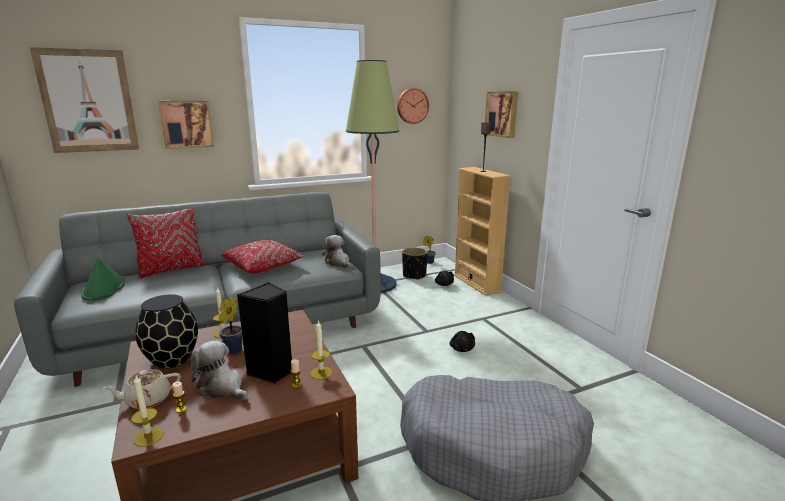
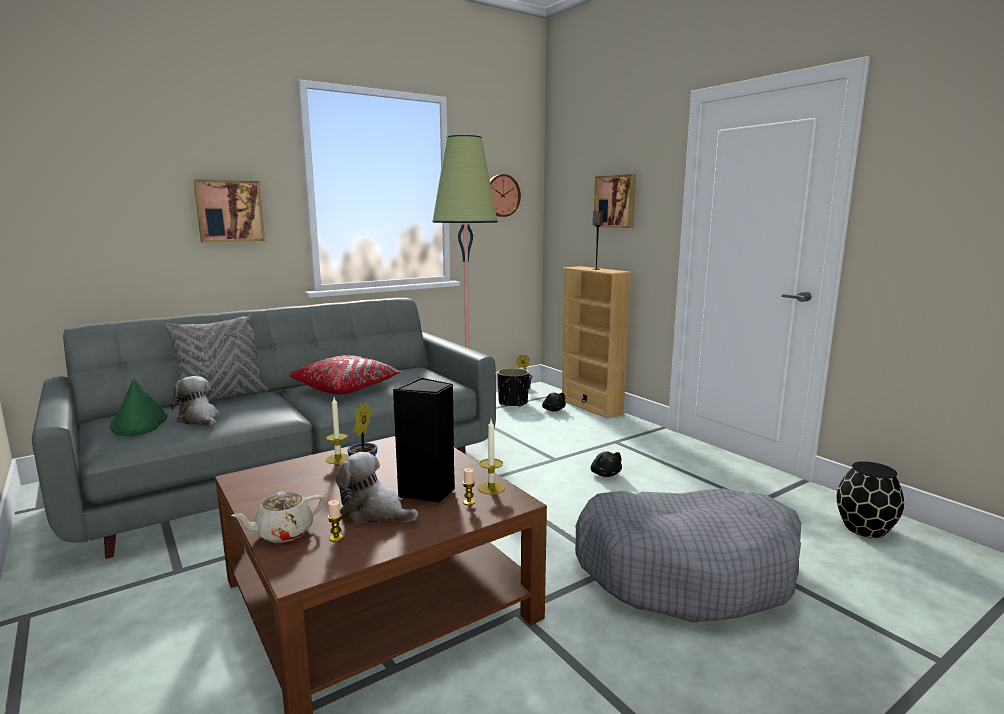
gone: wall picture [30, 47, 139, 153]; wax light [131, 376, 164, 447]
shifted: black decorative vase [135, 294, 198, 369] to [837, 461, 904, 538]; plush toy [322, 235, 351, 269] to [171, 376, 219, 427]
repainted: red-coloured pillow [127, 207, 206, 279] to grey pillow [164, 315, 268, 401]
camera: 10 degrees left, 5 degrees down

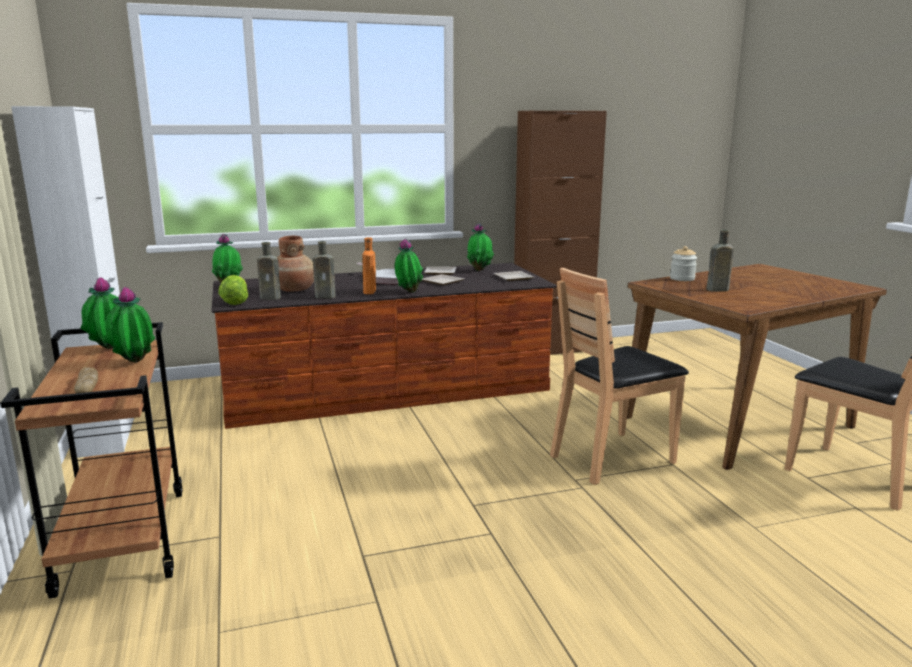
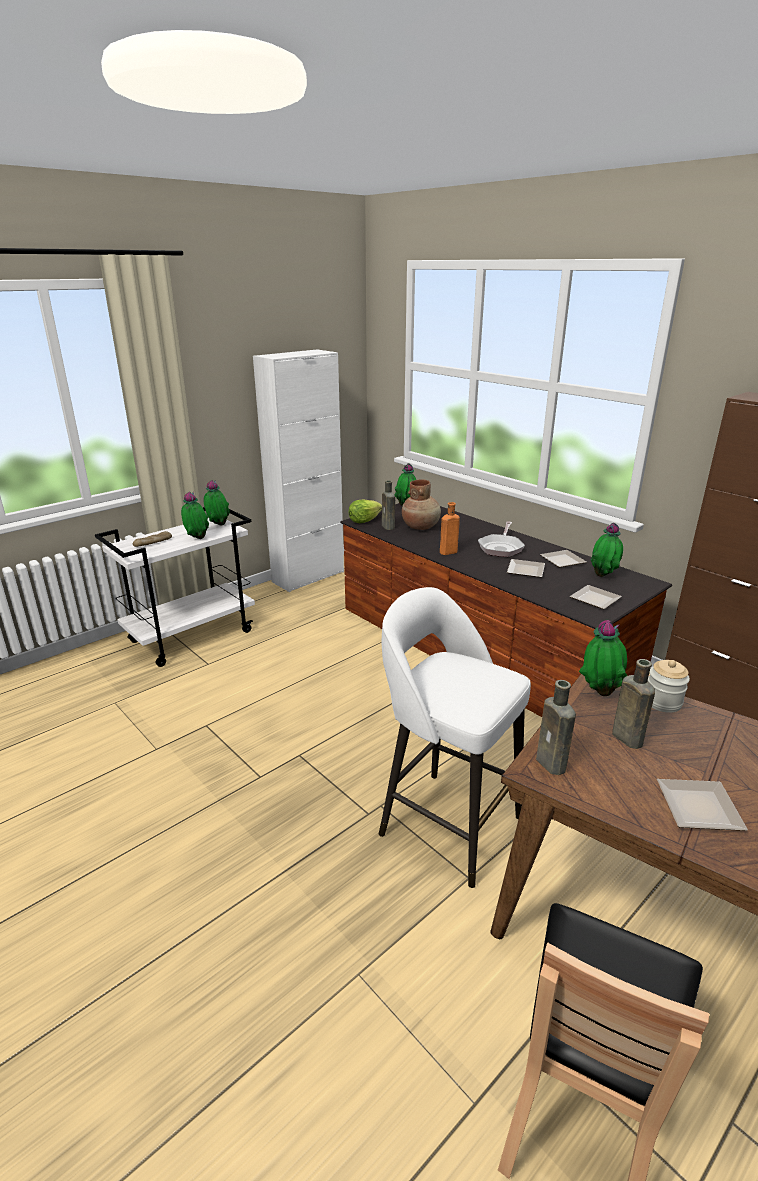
new: dinner plate [657, 779, 748, 831]
shifted: brownish drink bottle [313, 241, 336, 298] to [536, 680, 576, 775]; plant in a pot [395, 239, 423, 293] to [579, 620, 627, 696]
swapped: brownish plain chair [550, 267, 689, 485] to whitish sitting stool [379, 587, 531, 888]
repainted: brownish trolley [0, 322, 183, 599] to whitish trolley [95, 507, 255, 667]
camera: 65 degrees right, 10 degrees up

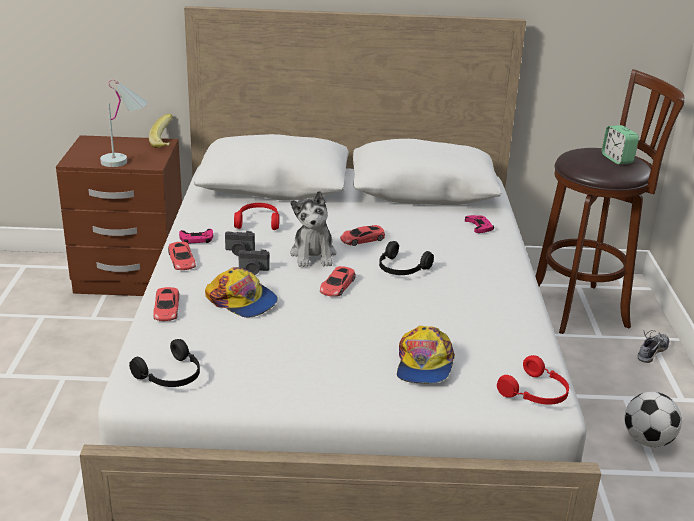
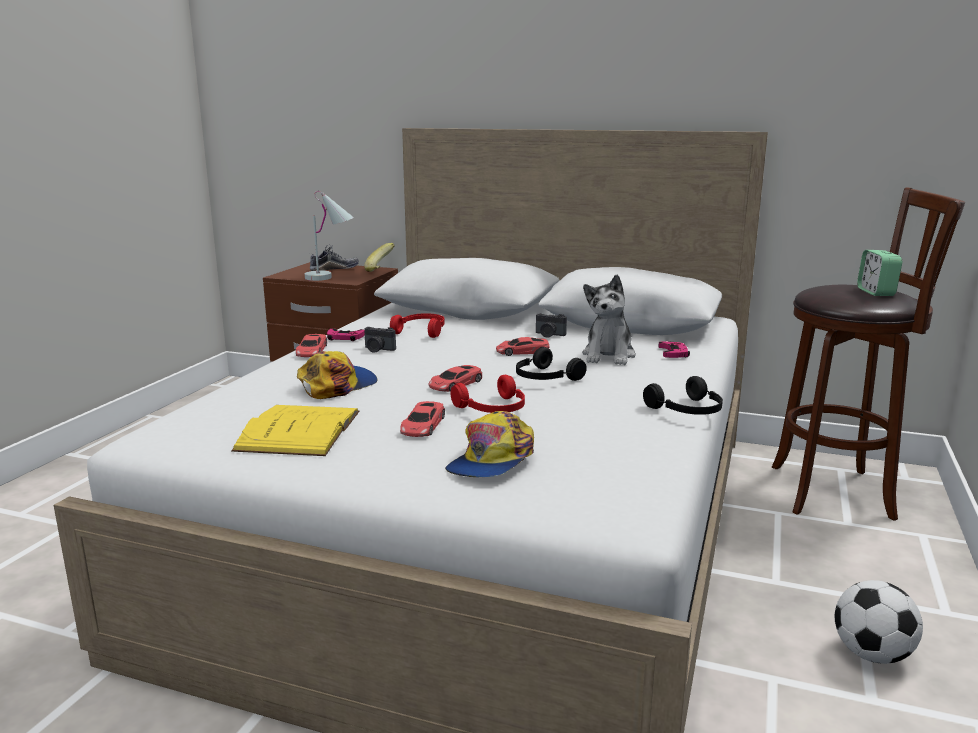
new: yellowish book [231, 405, 360, 456]
shifted: black headphones [129, 339, 200, 387] to [643, 376, 723, 415]; red-coloured model car [153, 287, 179, 321] to [400, 401, 445, 437]; still camera [238, 249, 270, 275] to [536, 313, 567, 338]; plush toy [290, 191, 336, 267] to [582, 274, 636, 365]; red-coloured headphones [497, 355, 569, 405] to [451, 375, 525, 413]; shoe [638, 330, 669, 363] to [309, 244, 359, 271]
rotated: baseball cap [205, 267, 278, 318] = [297, 351, 378, 399] 105 degrees counterclockwise
camera: 20 degrees right, 10 degrees down

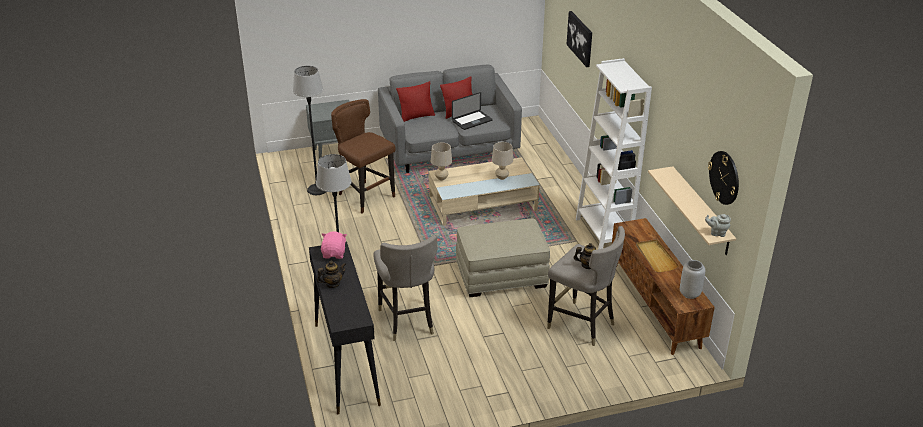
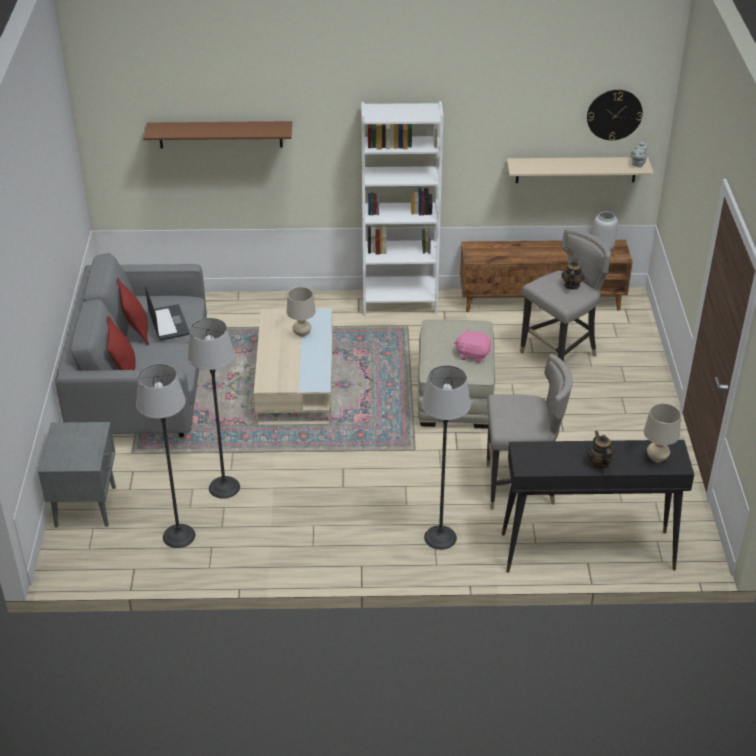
gone: beige carrying tray [636, 239, 679, 272]
shifted: pinkish plush toy [321, 231, 347, 259] to [454, 329, 491, 363]; beige tabletop lamp [431, 142, 452, 180] to [644, 403, 681, 462]
swapped: brownish sitting stool [331, 99, 396, 213] to standing lamp [187, 318, 240, 499]; wall picture [566, 11, 592, 67] to brownish bracket shelf [143, 121, 292, 149]
camera: 75 degrees left, 5 degrees up

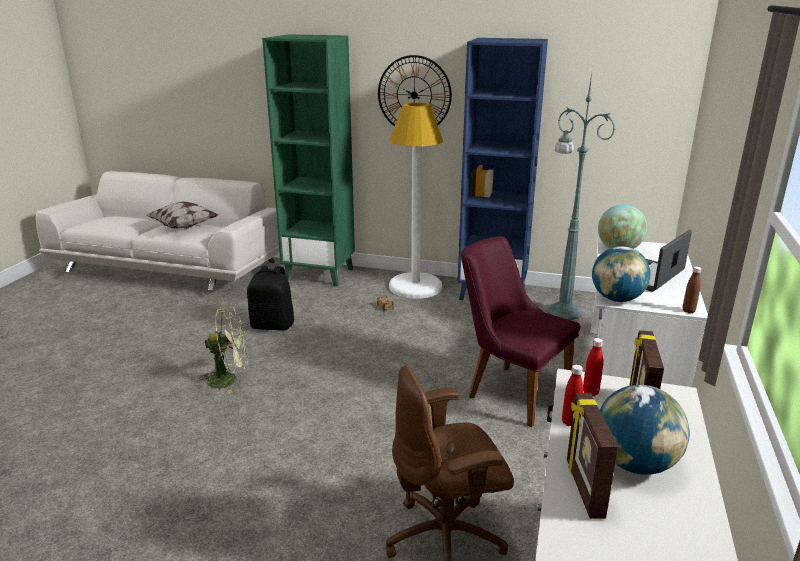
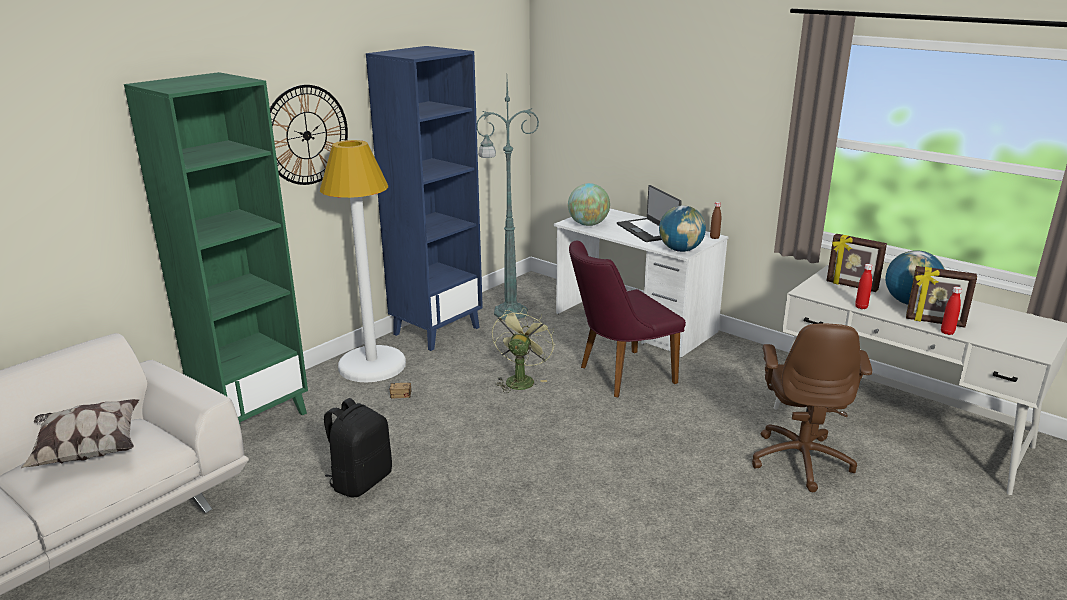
shifted: greenish fan [199, 307, 248, 394] to [492, 307, 555, 393]; red-coloured drink bottle [583, 338, 603, 396] to [941, 287, 962, 335]
camera: 65 degrees left, 0 degrees up

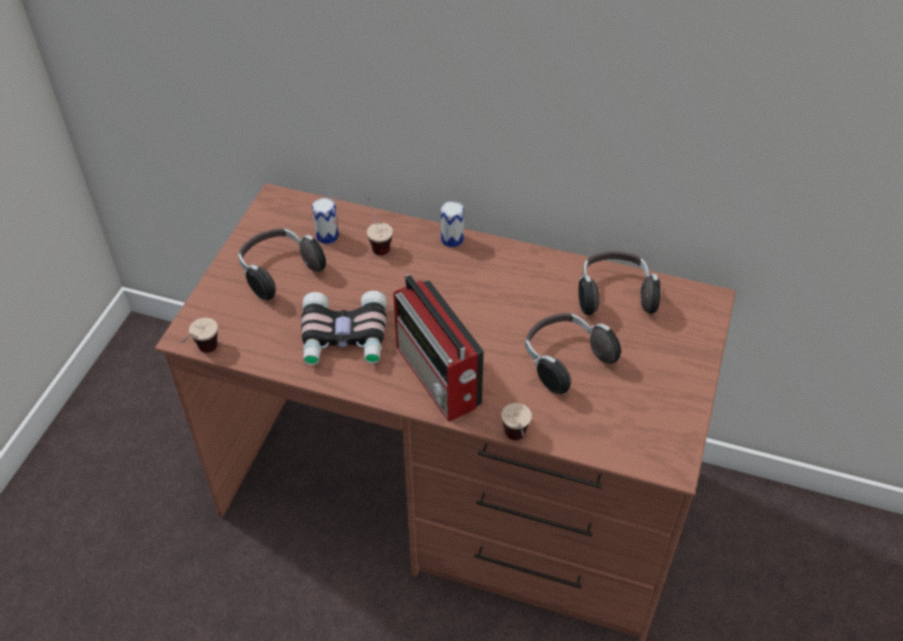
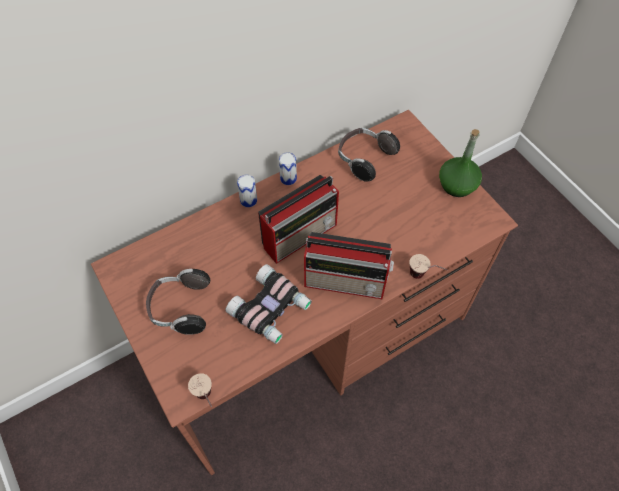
gone: small cup [367, 197, 393, 255]; headphones [525, 313, 621, 394]
new: radio receiver [258, 175, 339, 264]; greenish drink bottle [439, 129, 482, 197]
shifted: metal can [312, 198, 339, 244] to [279, 152, 297, 185]
camera: 50 degrees left, 10 degrees up

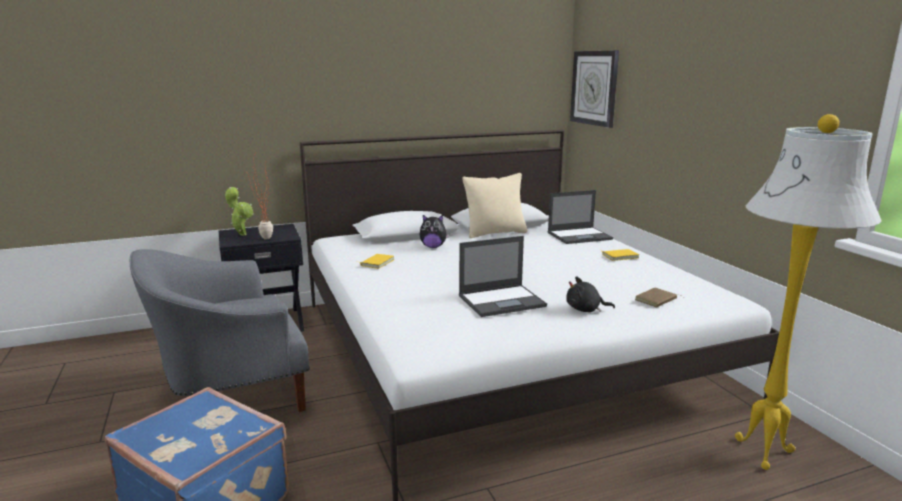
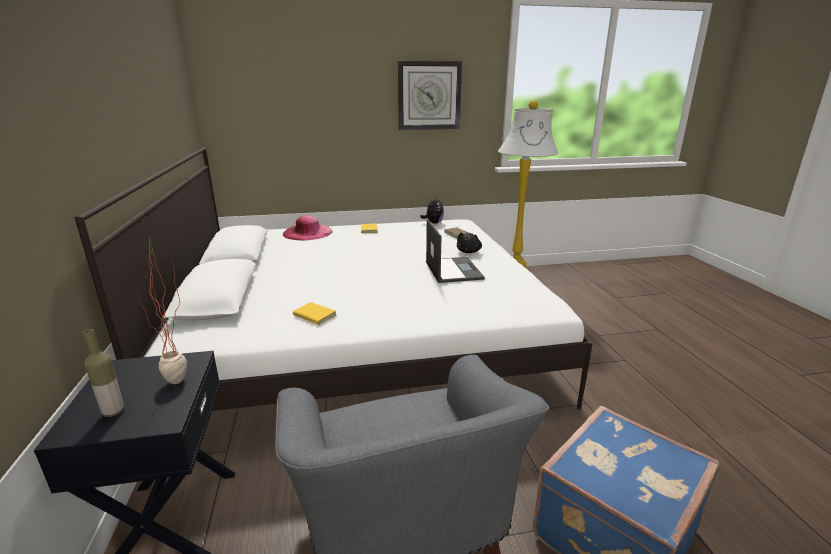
gone: beige pillow [462, 173, 527, 238]
shifted: plush toy [420, 215, 449, 248] to [420, 196, 444, 224]; clock on the wall [570, 51, 619, 128] to [398, 61, 462, 130]
swapped: plant in a pot [225, 187, 254, 236] to drink bottle [83, 329, 124, 417]; laptop [548, 190, 613, 244] to pinkish hat [283, 215, 333, 240]
camera: 80 degrees left, 5 degrees up

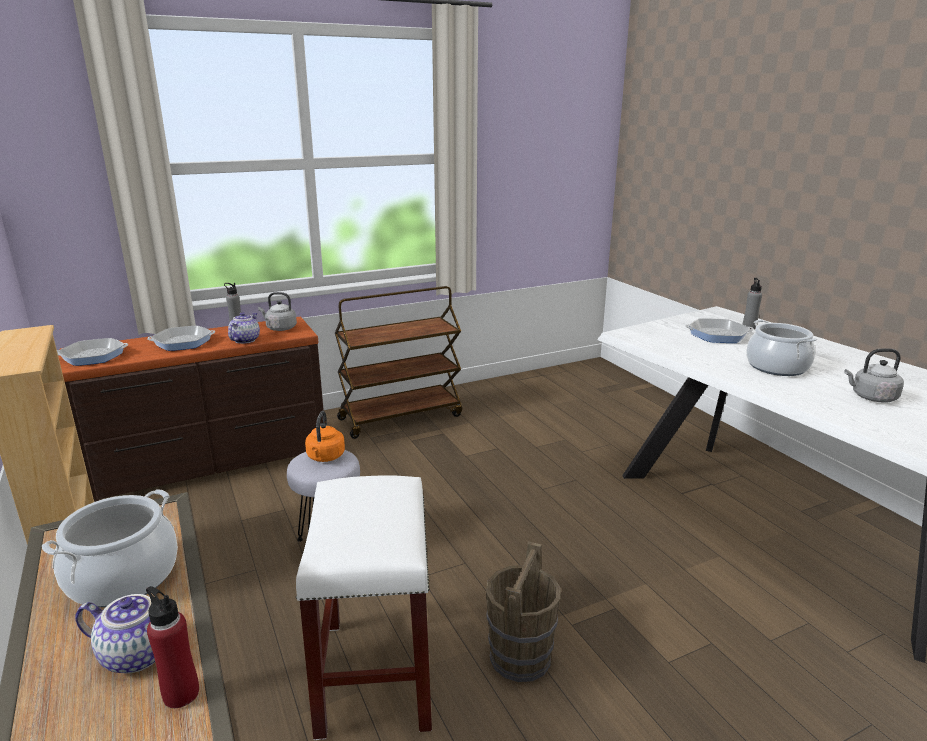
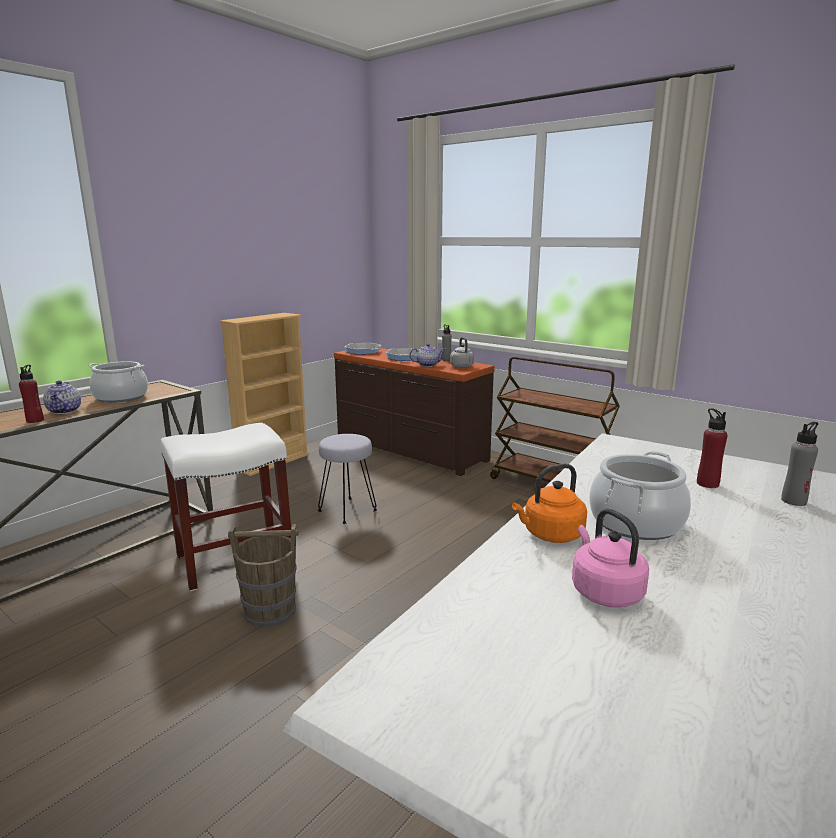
shifted: orangey kettle [305, 411, 345, 462] to [512, 464, 587, 543]
swapped: frying pan [685, 318, 754, 343] to red-coloured drink bottle [697, 408, 727, 488]
repainted: grey kettle [844, 348, 904, 403] to pinkish kettle [572, 508, 649, 608]
camera: 65 degrees right, 5 degrees down

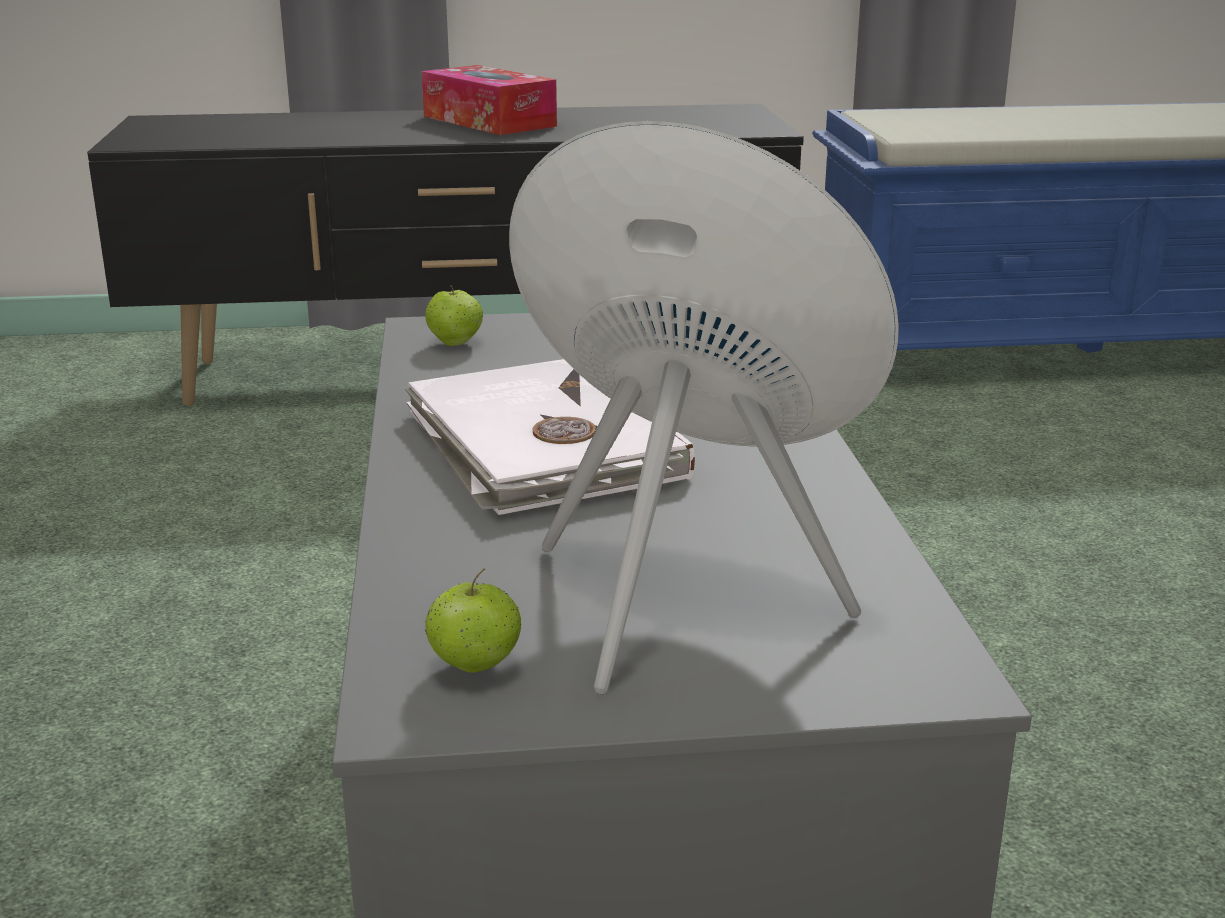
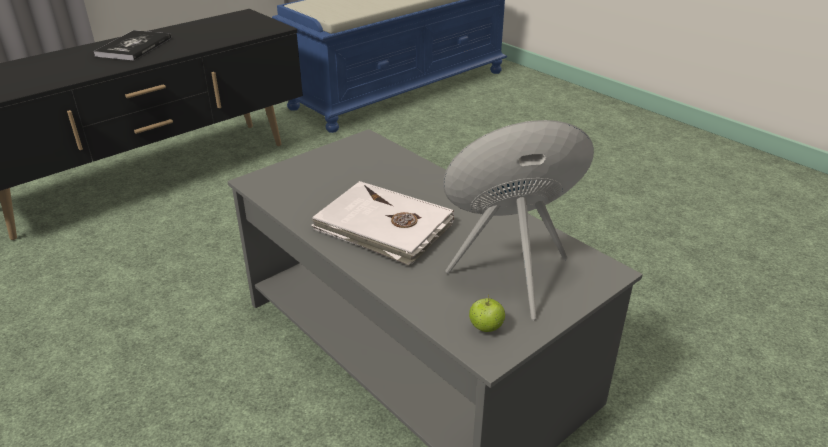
gone: apple fruit [425, 285, 483, 346]
swapped: tissue holder [422, 65, 557, 135] to book [94, 30, 171, 61]
camera: 35 degrees left, 10 degrees up

